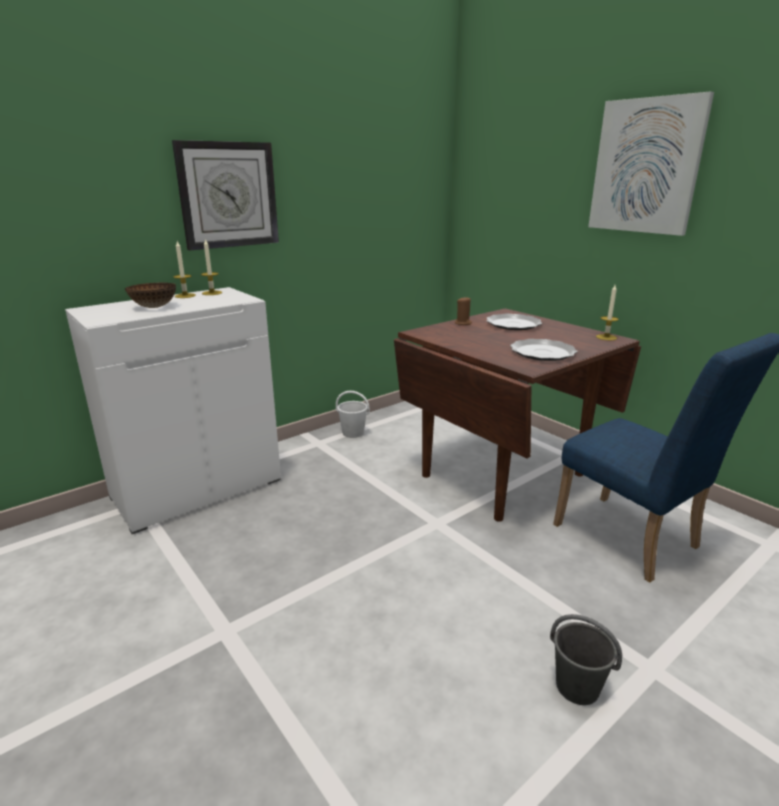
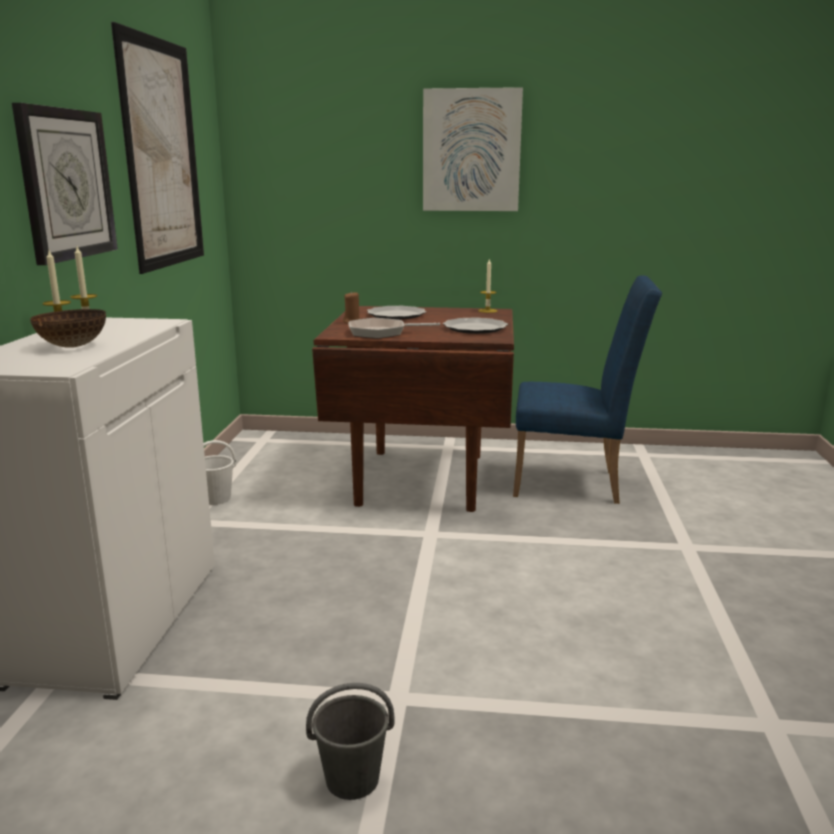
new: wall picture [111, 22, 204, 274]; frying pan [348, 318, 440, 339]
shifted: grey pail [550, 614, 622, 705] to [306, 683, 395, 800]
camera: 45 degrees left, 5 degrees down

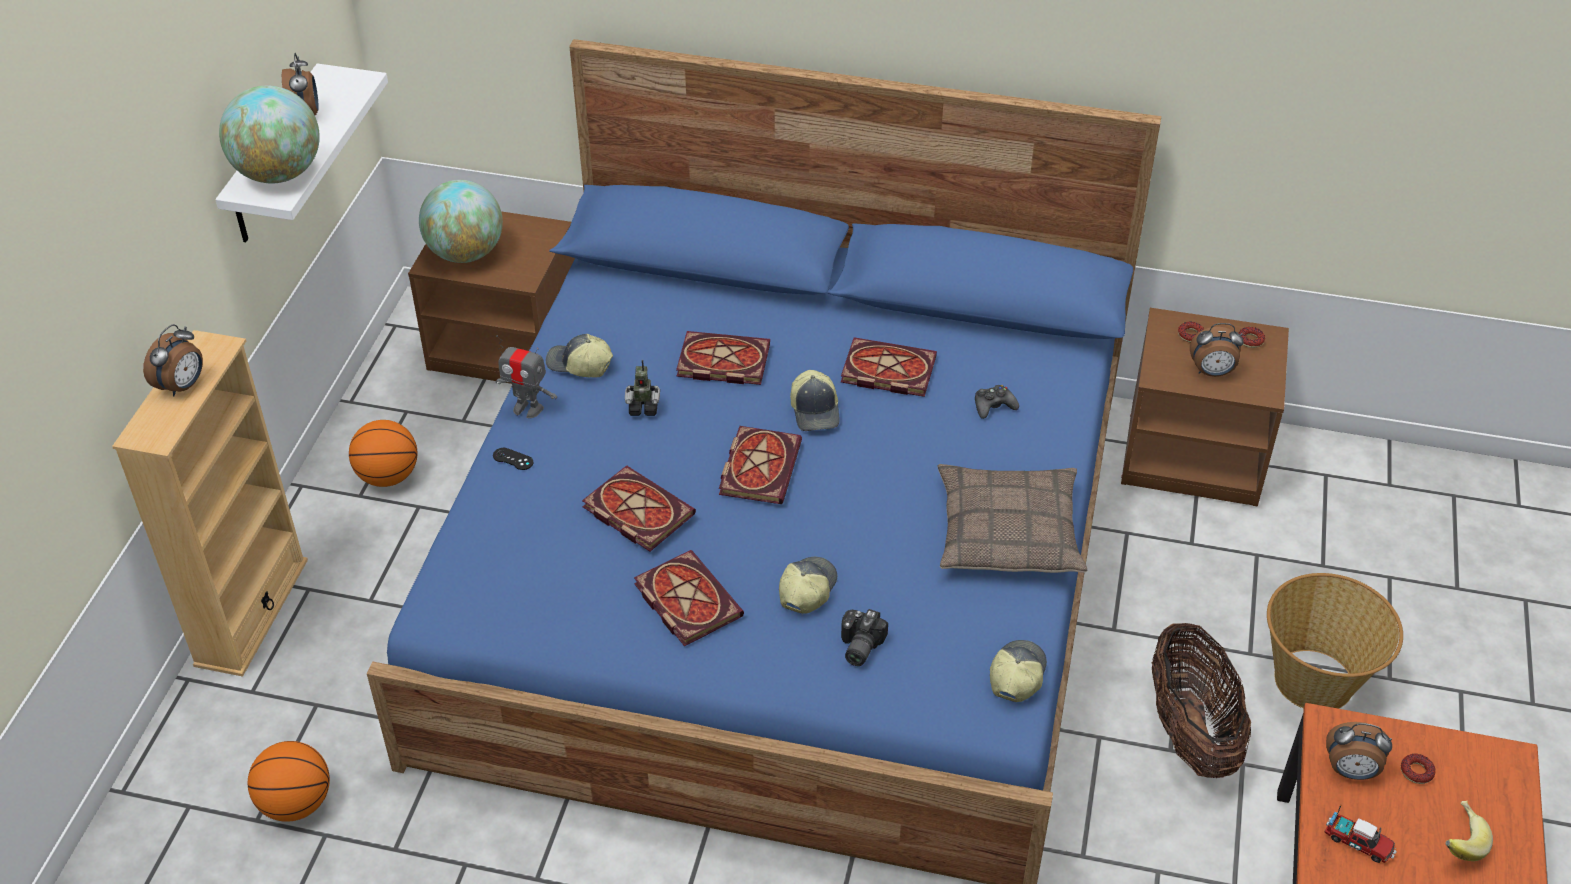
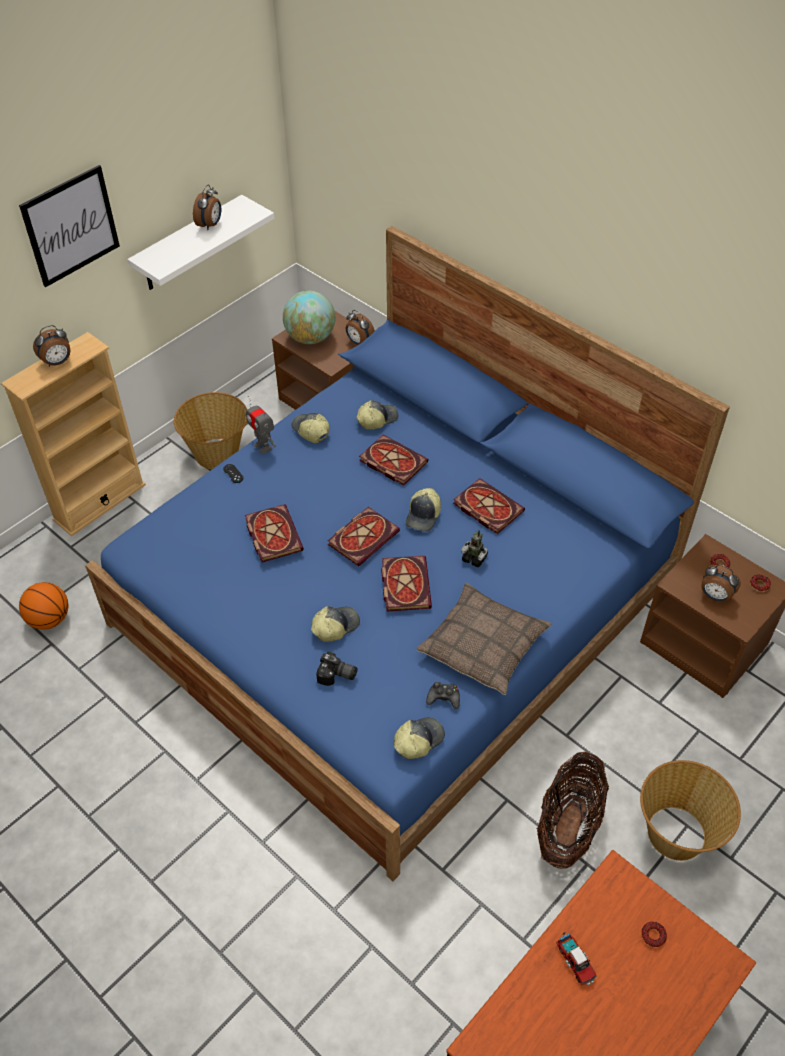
gone: globe [219, 85, 320, 183]; whole banana [1445, 801, 1493, 861]
new: wall picture [19, 165, 120, 287]; baseball cap [356, 400, 398, 430]
shifted: robot figure [625, 360, 660, 416] to [461, 530, 488, 567]; book [634, 550, 744, 646] to [381, 556, 432, 612]; black gamepad [975, 385, 1019, 419] to [426, 682, 460, 709]; alarm clock [1326, 722, 1392, 780] to [346, 310, 375, 345]
swapped: ball for basketball [349, 420, 417, 487] to household basket [174, 392, 247, 469]
rotated: still camera [841, 609, 888, 666] = [316, 652, 358, 686] 120 degrees counterclockwise
camera: 30 degrees right, 5 degrees up

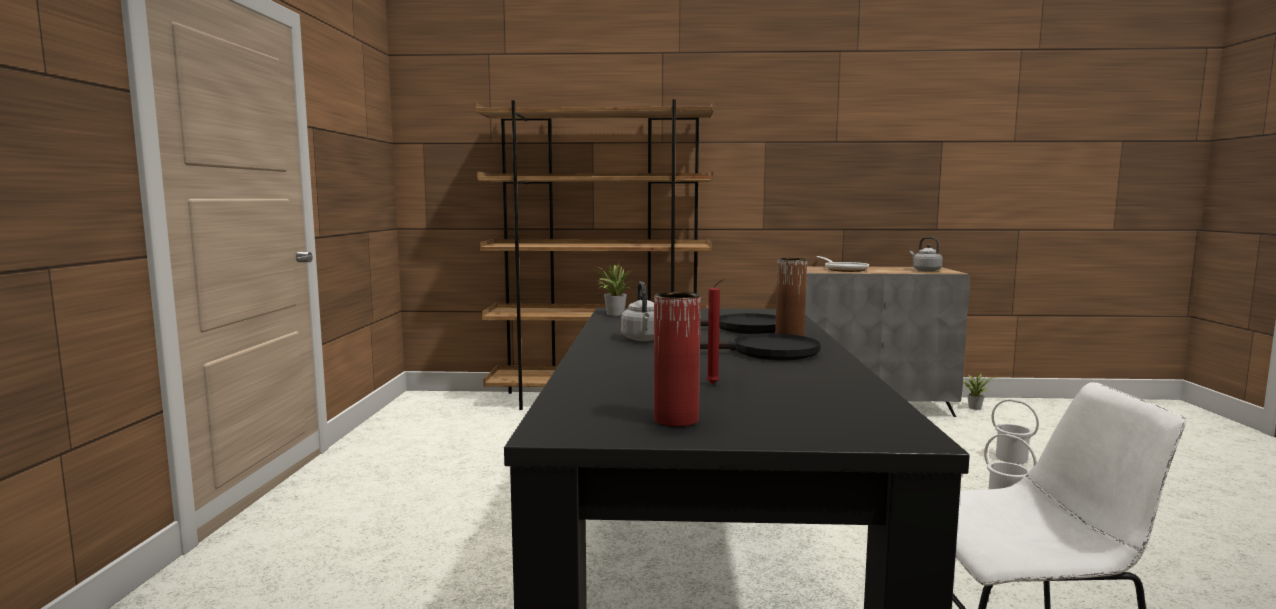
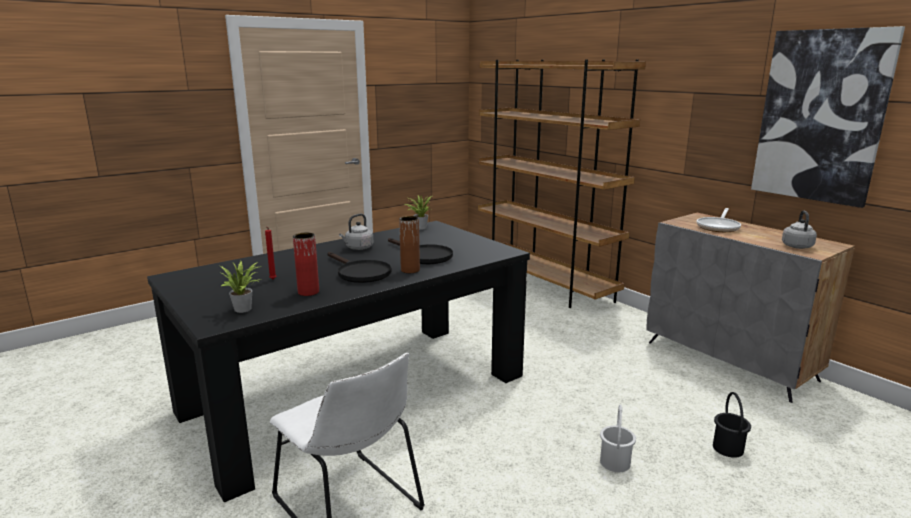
new: wall picture [751, 26, 905, 208]
shifted: red-coloured decorative vase [654, 292, 701, 427] to [293, 233, 319, 296]; plant in a pot [963, 374, 992, 410] to [220, 261, 261, 313]
repainted: whitish pail [992, 399, 1039, 464] to black pail [713, 392, 751, 458]
camera: 50 degrees right, 10 degrees up

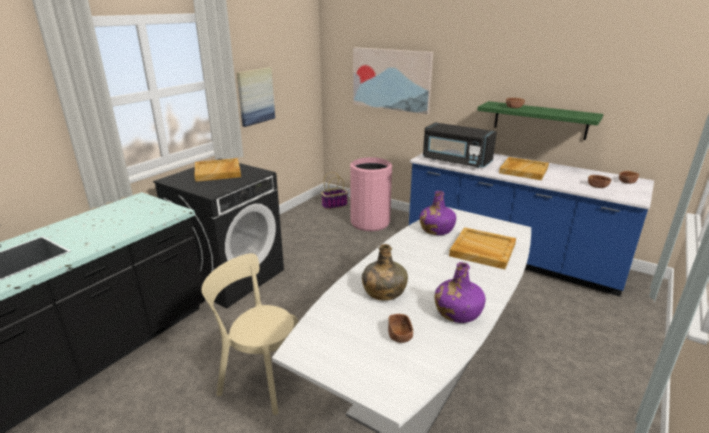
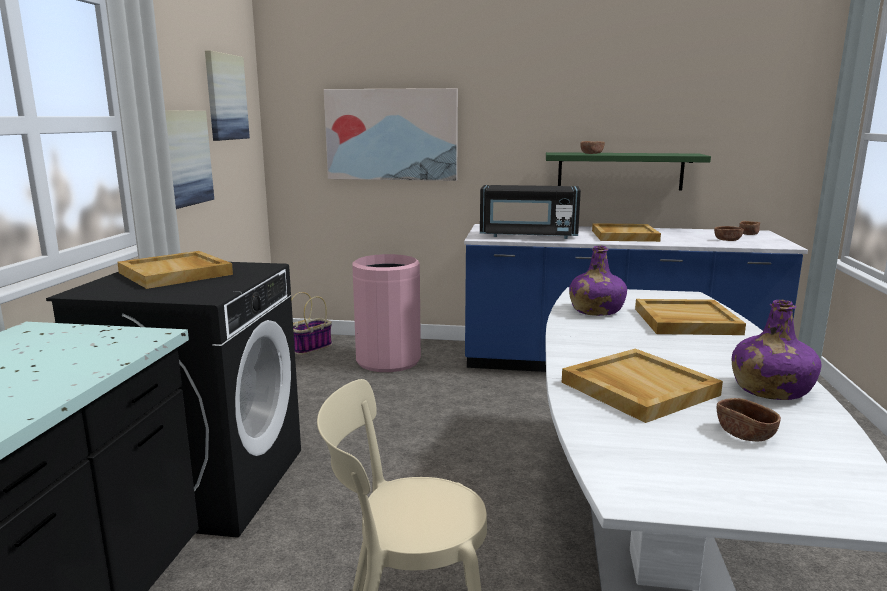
new: wall picture [205, 50, 250, 141]
swapped: greenish drink bottle [362, 244, 408, 301] to beige carrying tray [562, 349, 723, 423]
camera: 25 degrees left, 10 degrees down

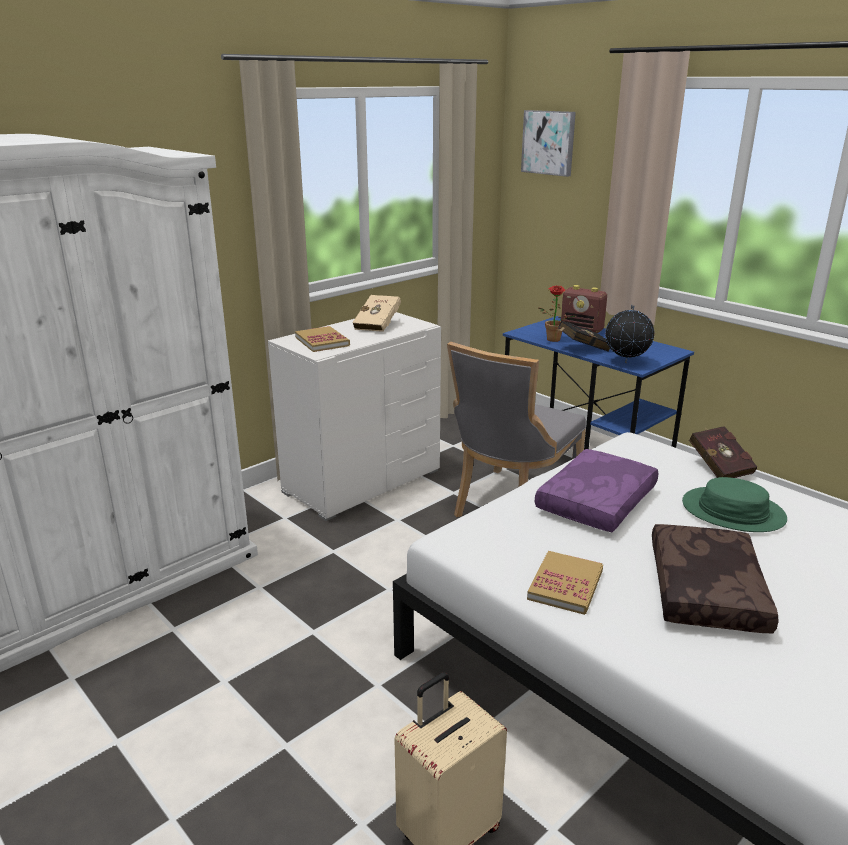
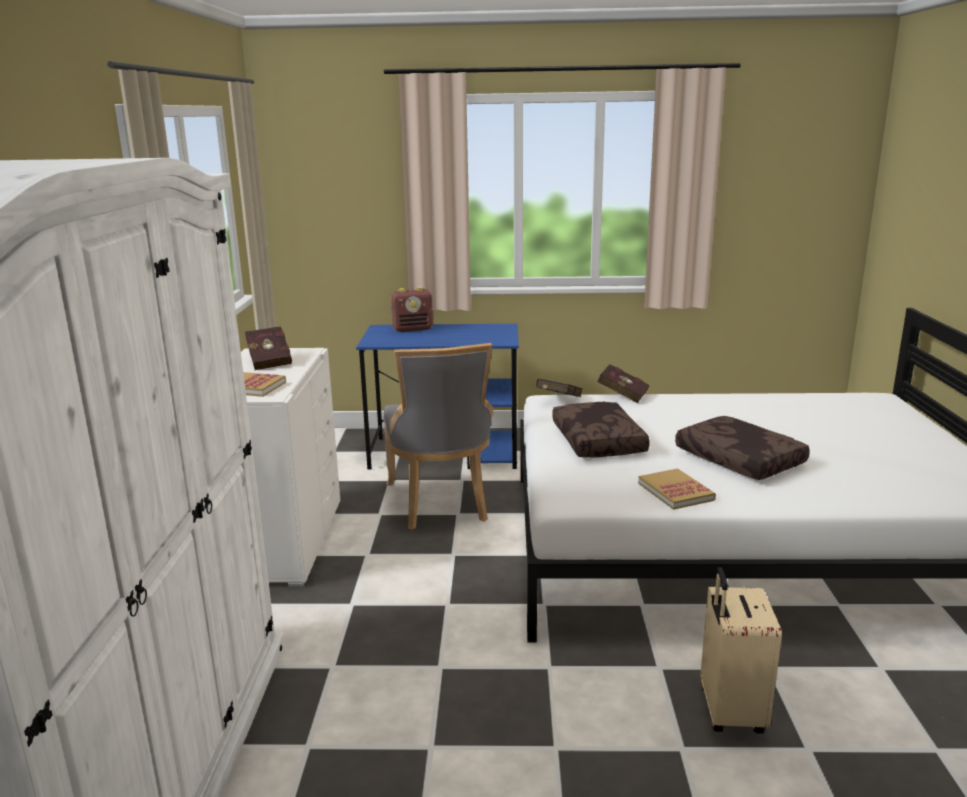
gone: wall picture [521, 110, 576, 177]; plant in a pot [539, 285, 575, 342]; globe [605, 305, 654, 363]; greenish hat [682, 477, 787, 532]
shifted: black book [556, 321, 610, 352] to [536, 379, 583, 397]
repainted: beige book [352, 295, 401, 332] to red-coloured book [245, 326, 292, 370]; purplish pillow [535, 449, 658, 532] to brownish pillow [552, 402, 650, 458]
camera: 45 degrees left, 5 degrees down

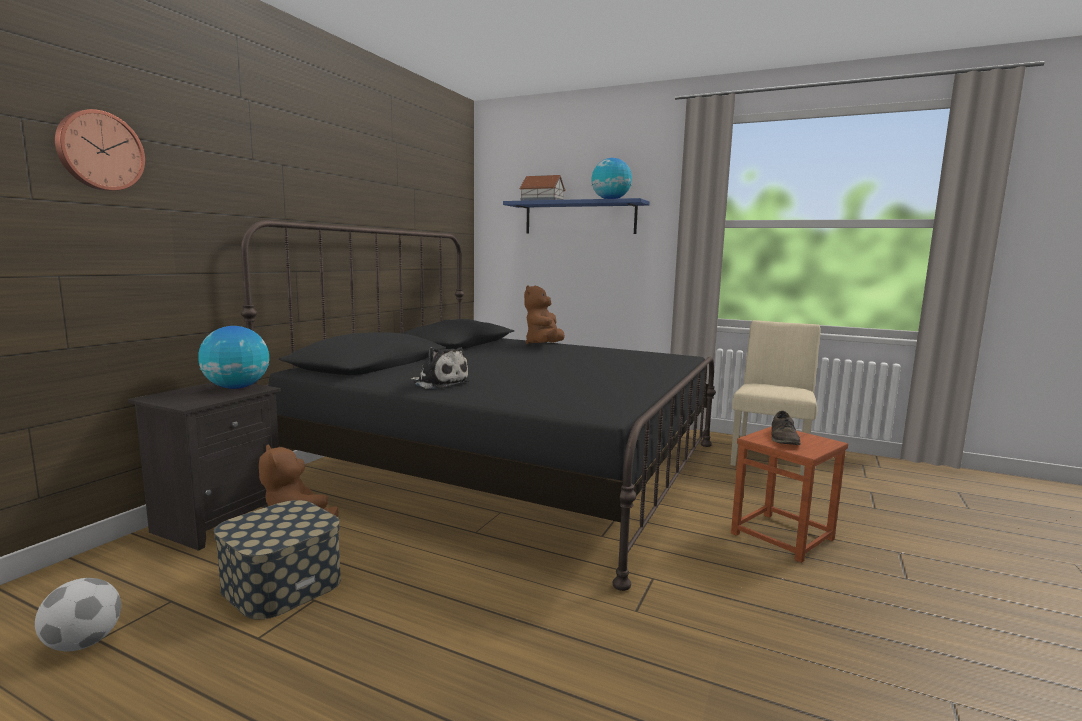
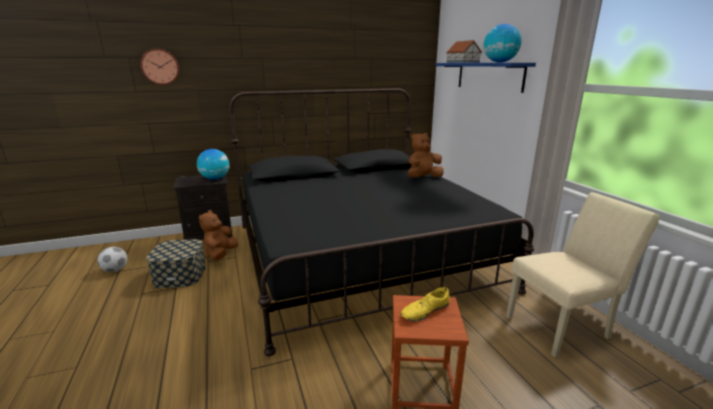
gone: plush toy [411, 347, 470, 389]
repainted: brownish shoe [771, 411, 801, 445] to yellowish shoe [401, 287, 450, 322]
camera: 45 degrees right, 10 degrees up

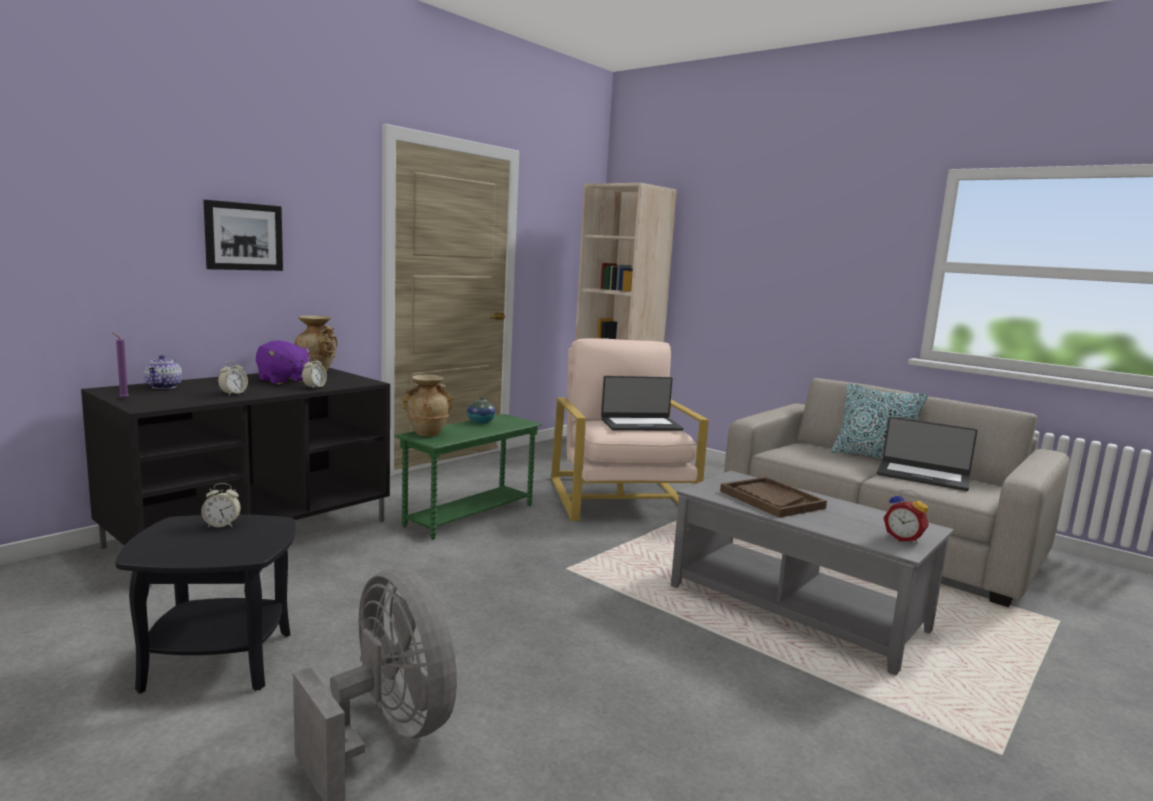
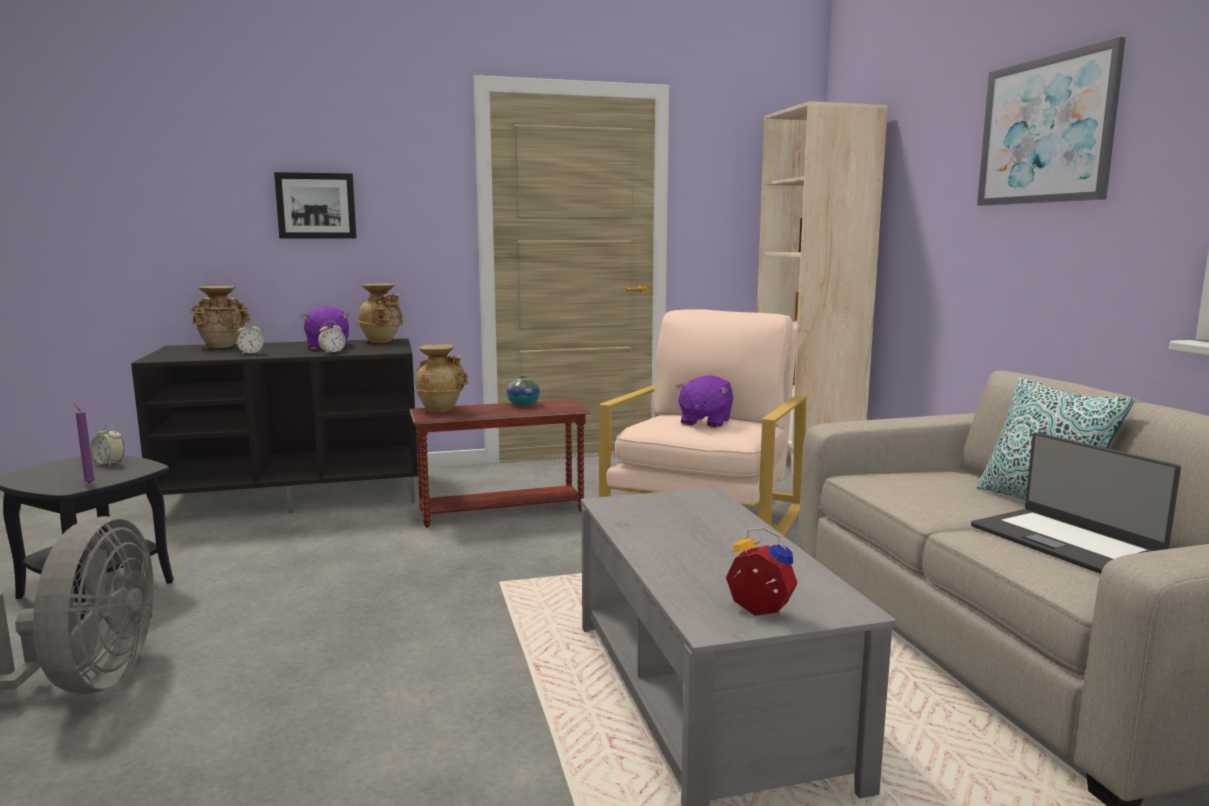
gone: brownish carrying tray [720, 477, 827, 518]
new: wall picture [977, 37, 1126, 206]
shifted: purplish wax light [113, 333, 129, 399] to [74, 403, 95, 484]
swapped: pot for tea [144, 355, 182, 389] to beige decorative vase [190, 286, 251, 348]; laptop [601, 376, 683, 431] to purplish plush toy [676, 375, 733, 428]
repainted: greenish accent table [395, 414, 542, 540] to brownish accent table [409, 399, 590, 528]
rotated: alarm clock [883, 490, 929, 544] = [726, 527, 798, 616] 135 degrees clockwise
camera: 35 degrees right, 0 degrees up

